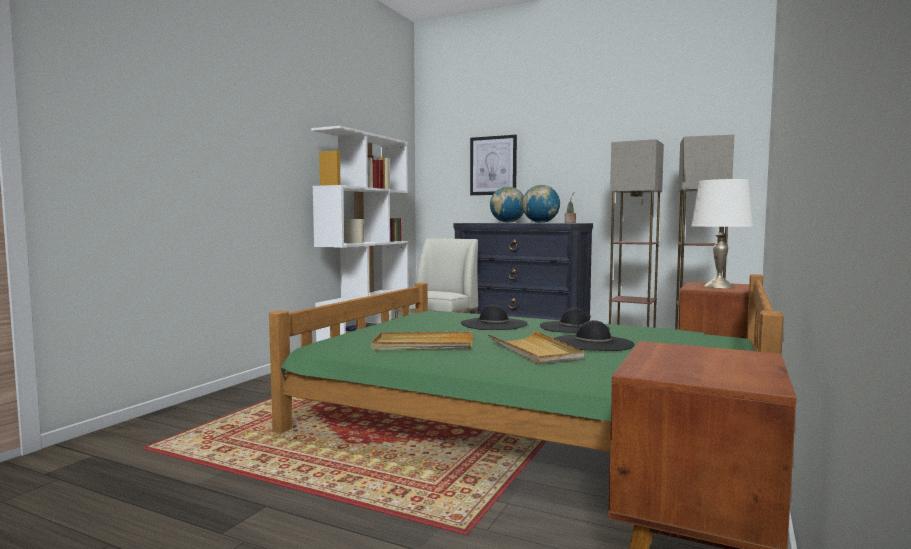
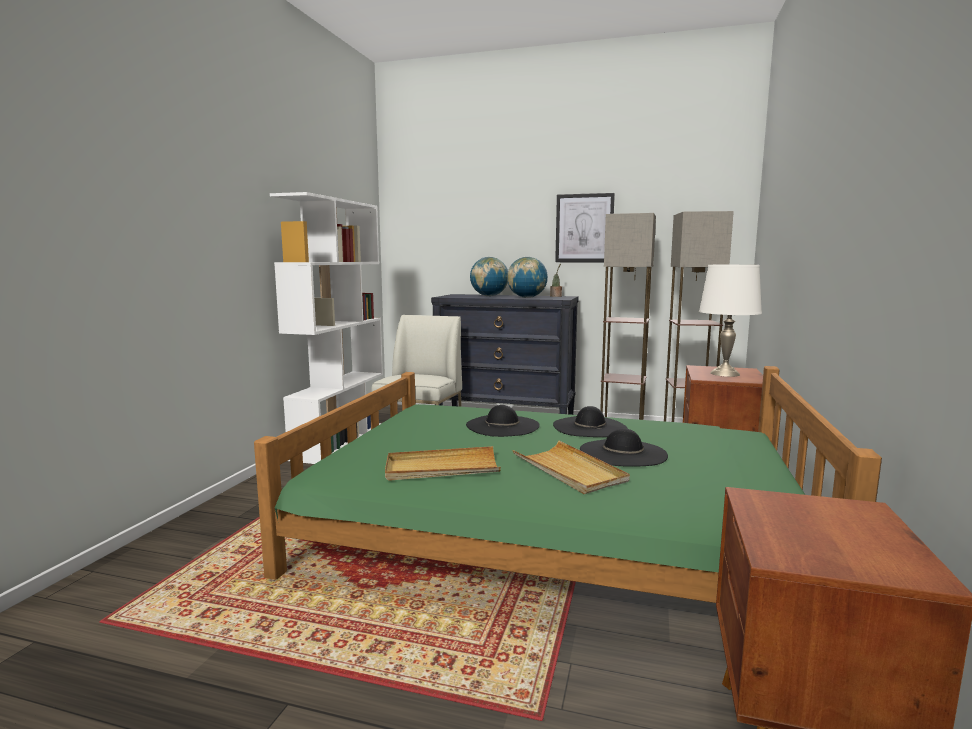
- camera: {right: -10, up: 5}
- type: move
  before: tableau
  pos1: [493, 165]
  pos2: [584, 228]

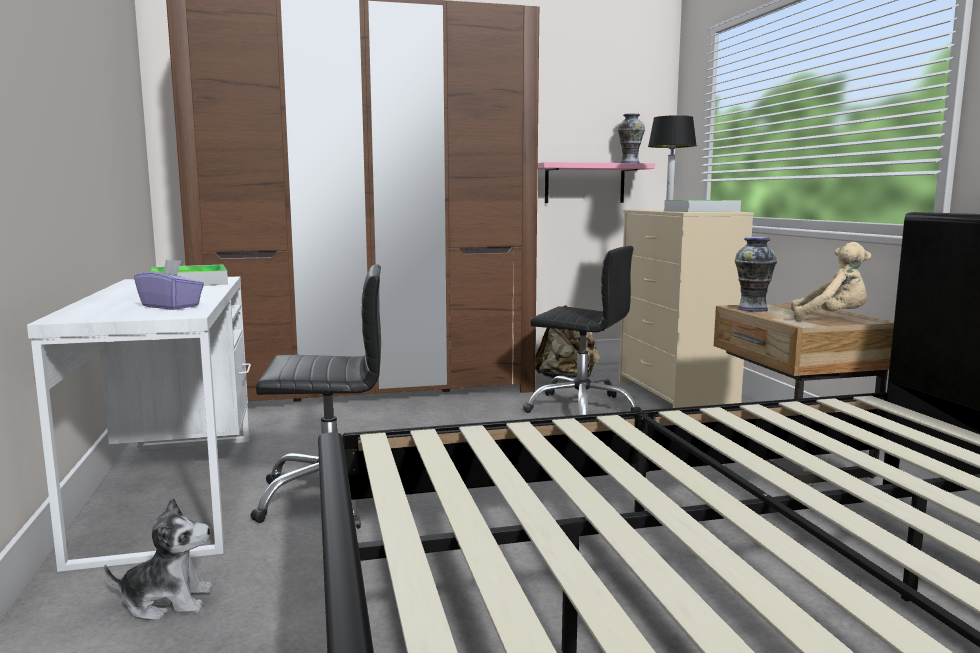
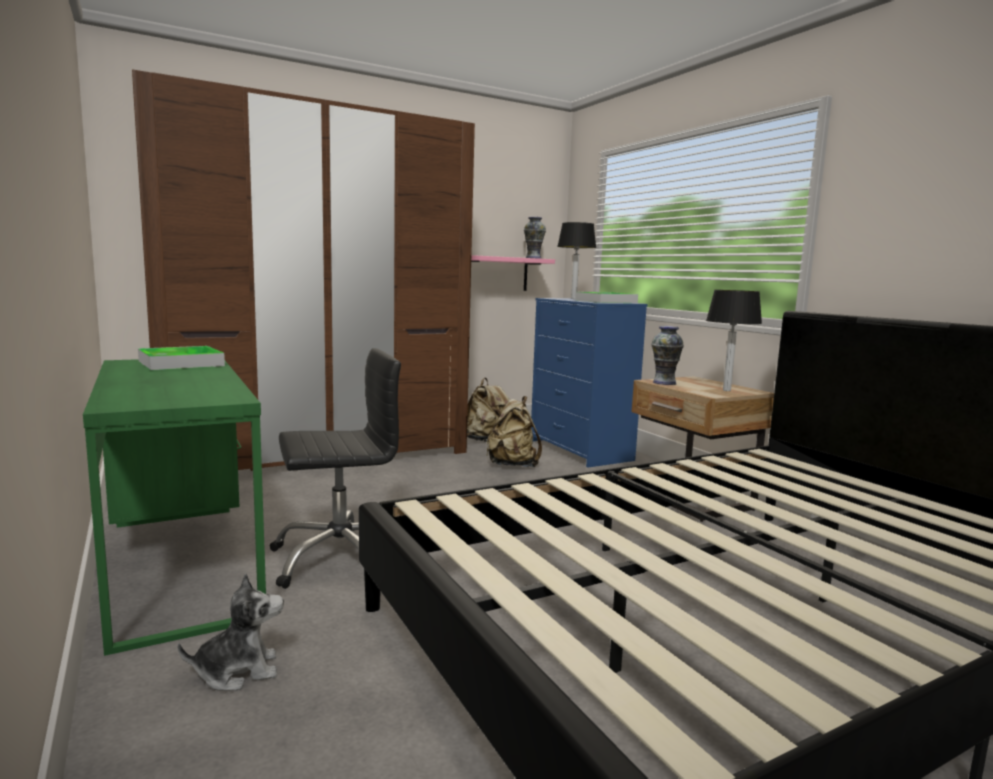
- camera: {right: -15, up: 0}
- type: recolor
  before: bureau [blanc]
  after: bureau [vert]
  pos1: [175, 491]
  pos2: [182, 565]
- type: replace
  before: chaise de bureau [noir]
  after: sac à dos [beige]
  pos1: [582, 408]
  pos2: [512, 465]
- type: recolor
  before: commode [beige]
  after: commode [bleu]
  pos1: [676, 395]
  pos2: [581, 450]
- type: replace
  before: peluche [beige]
  after: lampe de table
  pos1: [831, 319]
  pos2: [727, 390]
- type: delete
  before: boîte à mouchoirs [violet]
  pos1: [171, 306]

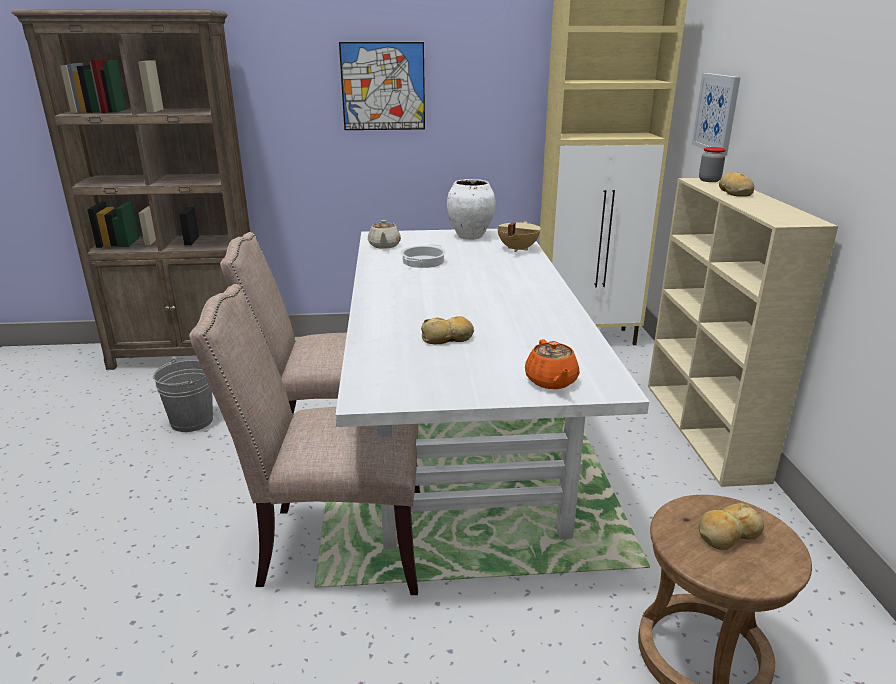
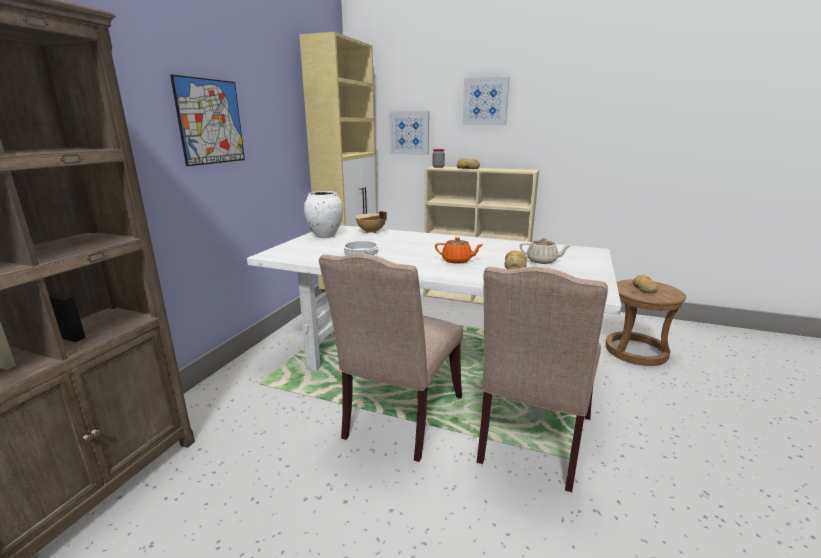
- camera: {right: -65, up: -5}
- type: move
  before: théière [orange]
  pos1: [551, 381]
  pos2: [457, 261]
- type: insert
  after: tableau
  pos2: [485, 101]
- type: move
  before: théière [beige]
  pos1: [384, 246]
  pos2: [542, 261]
- type: delete
  before: seau [gris]
  pos1: [192, 421]

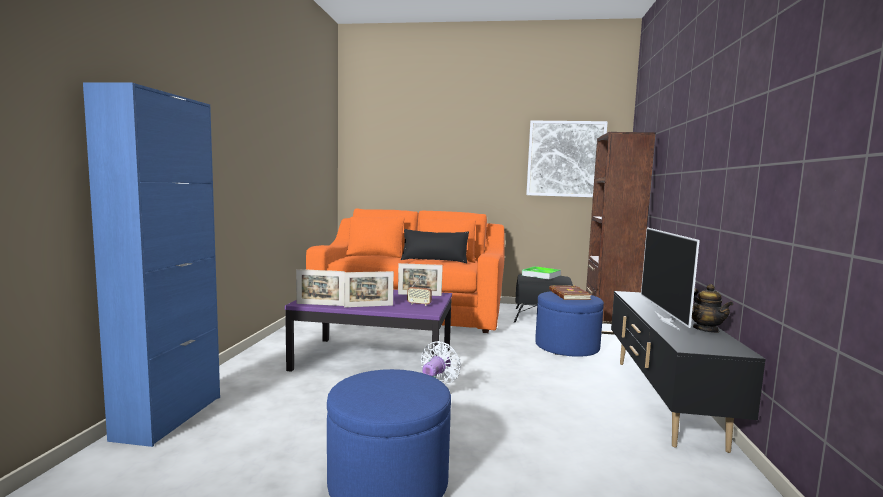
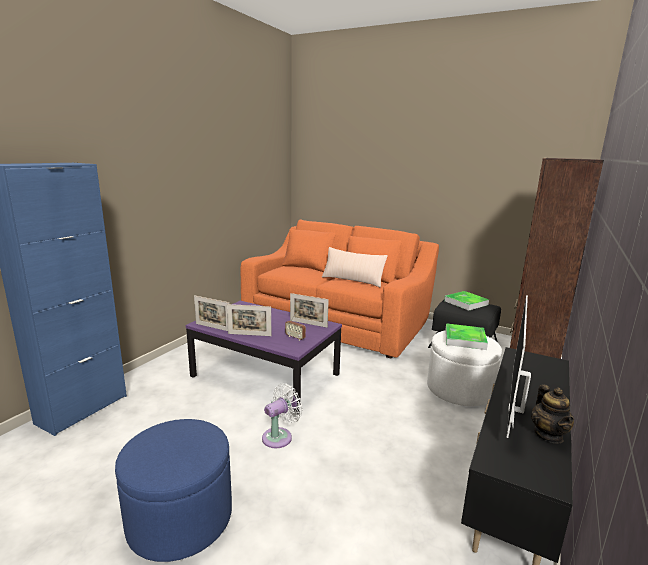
- camera: {right: 20, up: 10}
- type: recolor
  before: coussin [noir]
  after: coussin [beige]
  pos1: [434, 260]
  pos2: [353, 280]
- type: recolor
  before: pouf [bleu]
  after: pouf [blanc]
  pos1: [567, 347]
  pos2: [459, 389]
- type: replace
  before: livre [marron]
  after: plateau
  pos1: [568, 295]
  pos2: [465, 339]
- type: delete
  before: tableau
  pos1: [565, 159]

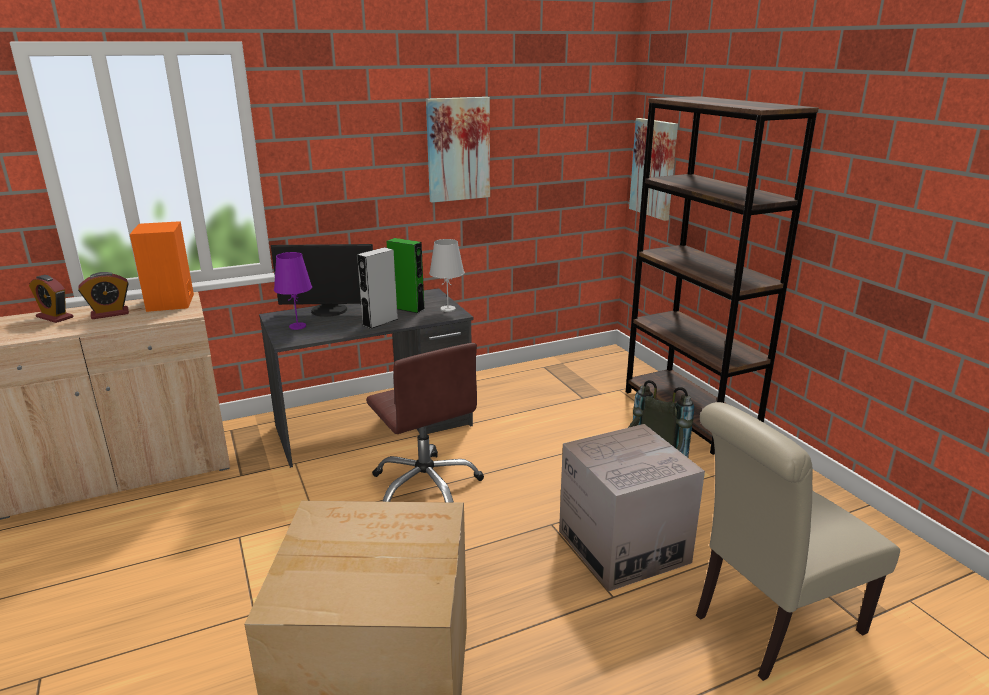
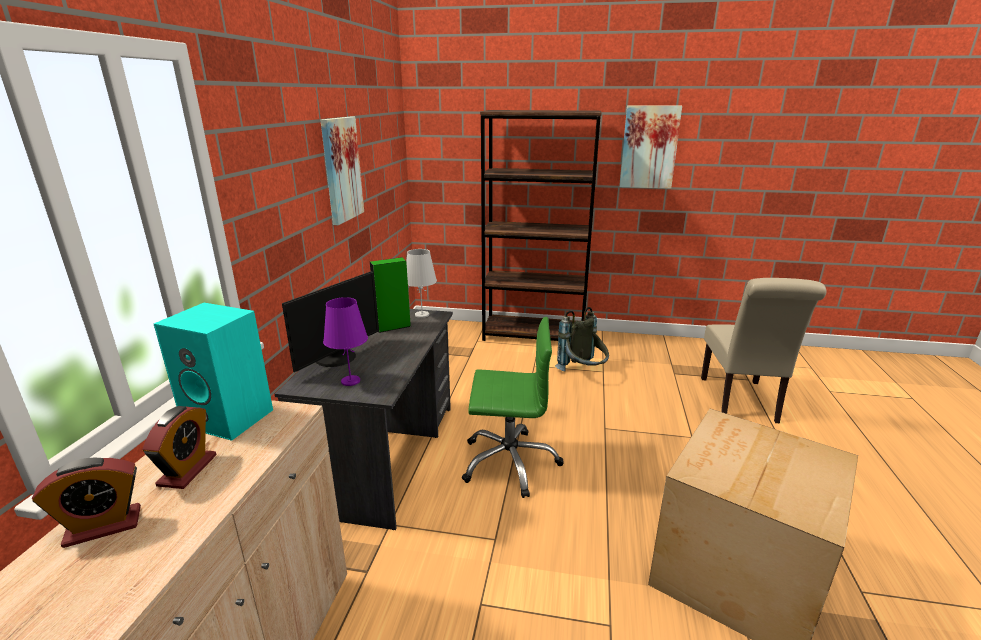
- camera: {right: -55, up: 0}
- type: recolor
  before: enceinte [orange]
  after: enceinte [turquoise]
  pos1: [171, 303]
  pos2: [231, 417]
- type: recolor
  before: chaise de bureau [marron]
  after: chaise de bureau [vert]
  pos1: [426, 486]
  pos2: [509, 462]
- type: move
  before: tableau
  pos1: [654, 168]
  pos2: [649, 147]
- type: delete
  before: enceinte [gris]
  pos1: [380, 322]
- type: delete
  before: carton
  pos1: [623, 546]

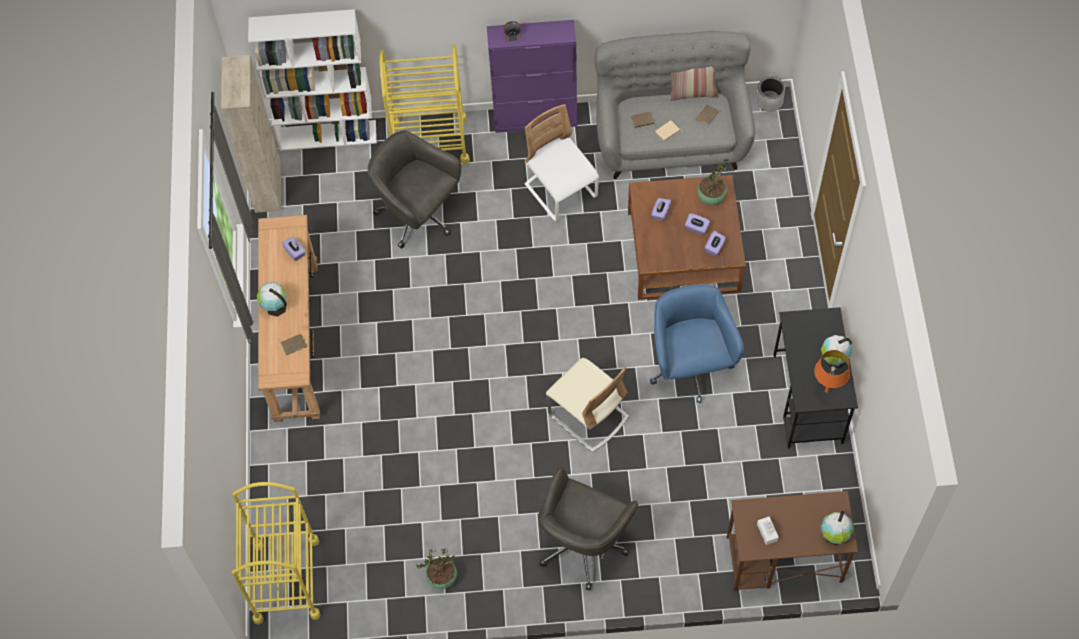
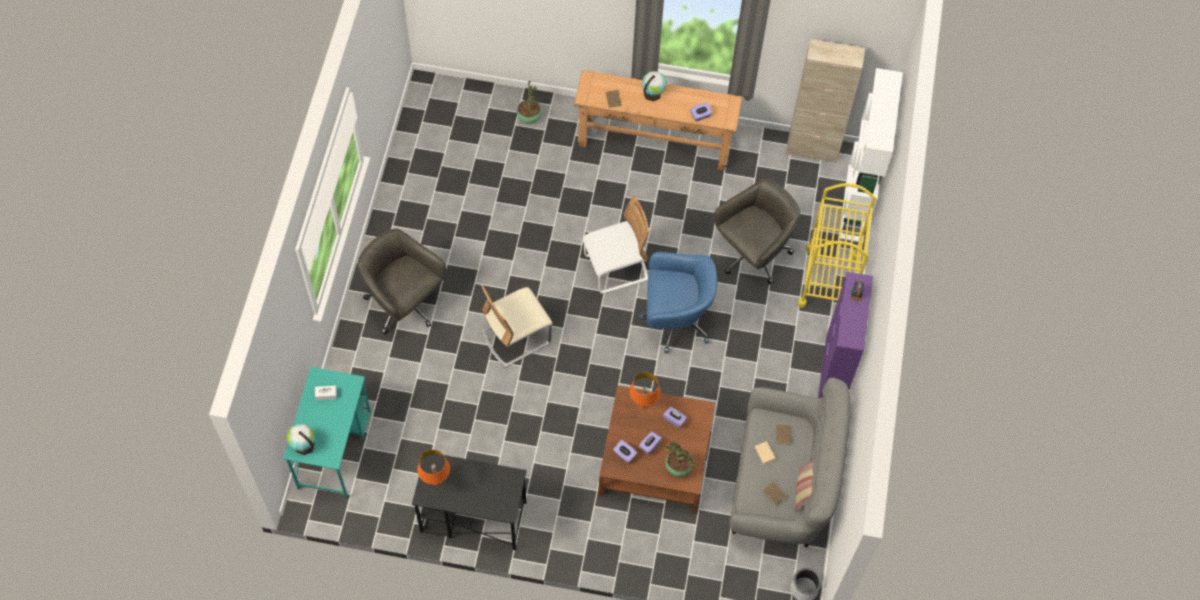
- camera: {right: 100, up: 0}
- type: recolor
  before: bureau [marron]
  after: bureau [turquoise]
  pos1: [783, 559]
  pos2: [334, 449]
- type: move
  before: plante en pot
  pos1: [441, 579]
  pos2: [529, 117]
- type: move
  before: chaise [blanc]
  pos1: [561, 191]
  pos2: [616, 268]
- type: insert
  after: lampe de table [orange]
  pos2: [643, 407]
- type: move
  before: chaise de bureau [bleu]
  pos1: [689, 367]
  pos2: [675, 320]
- type: delete
  before: chariot [jaune]
  pos1: [286, 580]
- type: delete
  before: globe
  pos1: [834, 359]

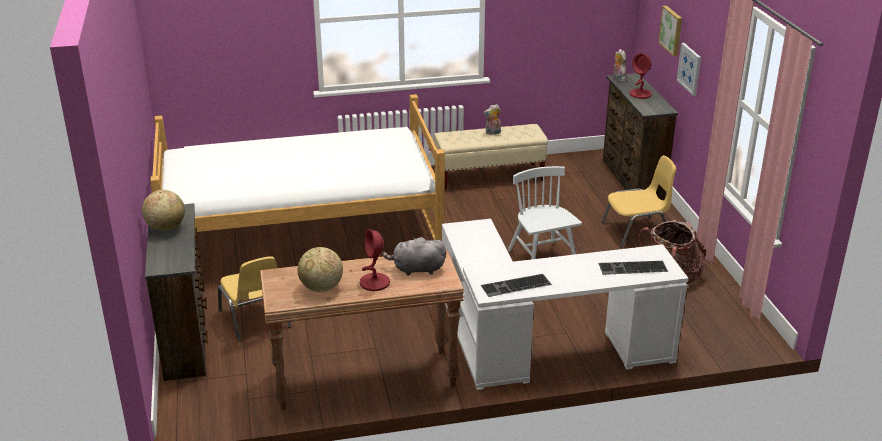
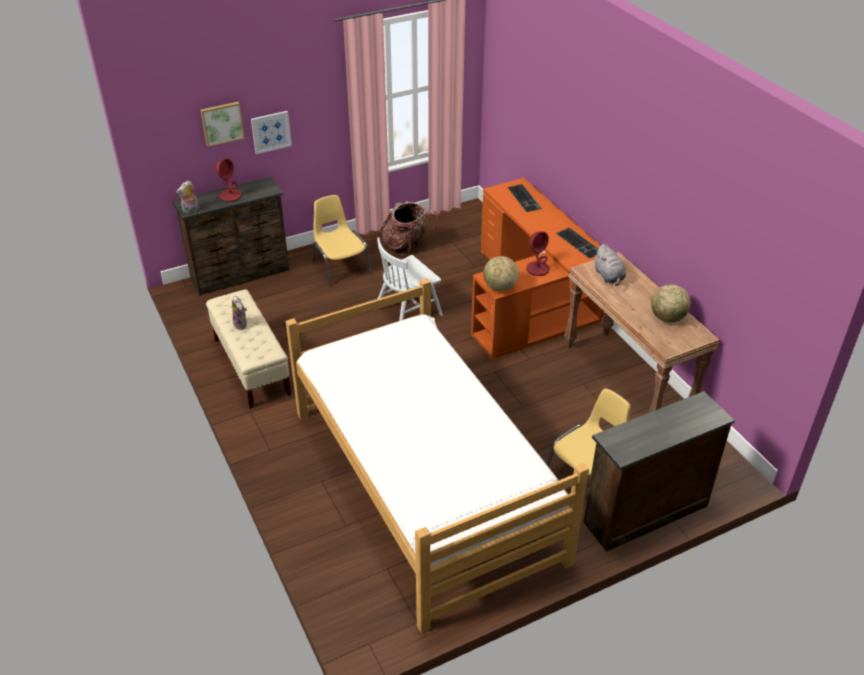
- camera: {right: -105, up: 10}
- type: recolor
  before: bureau [blanc]
  after: bureau [orange]
  pos1: [539, 345]
  pos2: [532, 299]
- type: move
  before: globe
  pos1: [166, 228]
  pos2: [499, 287]
- type: move
  before: lampe de table [rouge]
  pos1: [375, 282]
  pos2: [538, 269]

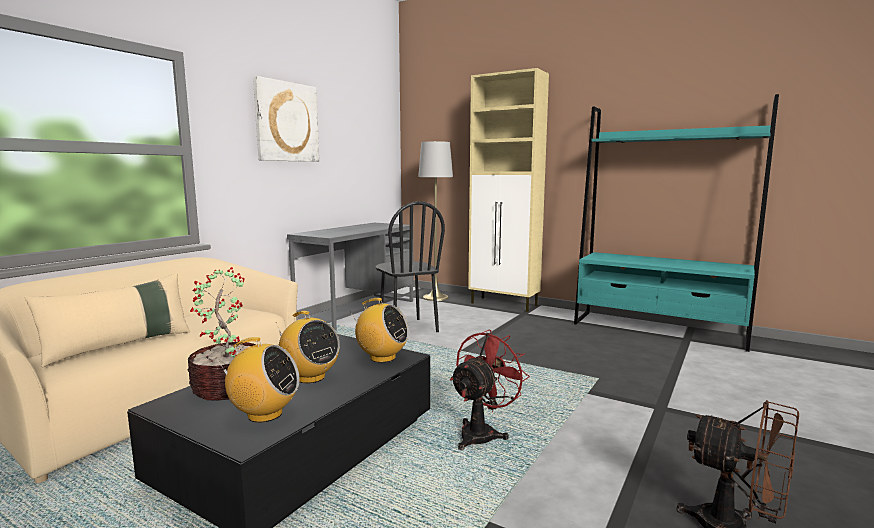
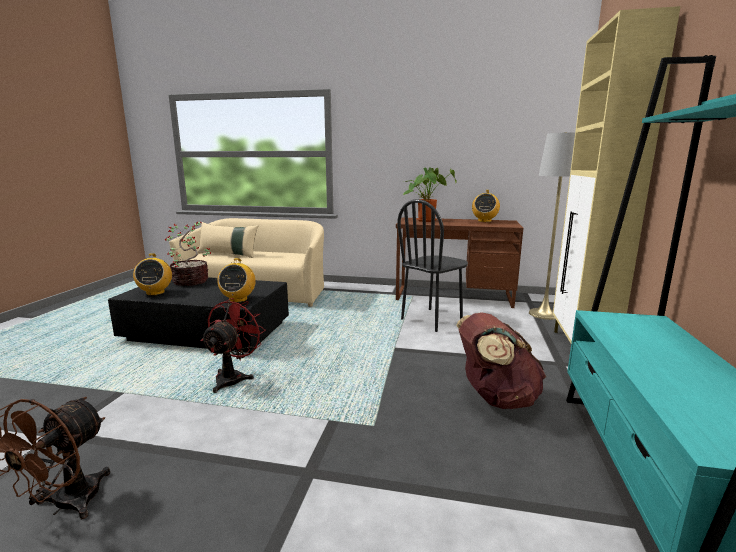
- camera: {right: 70, up: 5}
- type: rotate
  before: ventilateur [rouge]
  pos1: [482, 433]
  pos2: [233, 377]
  turn: -90
- type: recolor
  before: bureau [gris]
  after: bureau [marron]
  pos1: [358, 311]
  pos2: [454, 296]
- type: insert
  after: plante en pot
  pos2: [427, 220]
- type: insert
  after: sac à dos [marron]
  pos2: [495, 398]
- type: move
  before: radio
  pos1: [310, 377]
  pos2: [484, 221]
- type: delete
  before: tableau
  pos1: [286, 122]

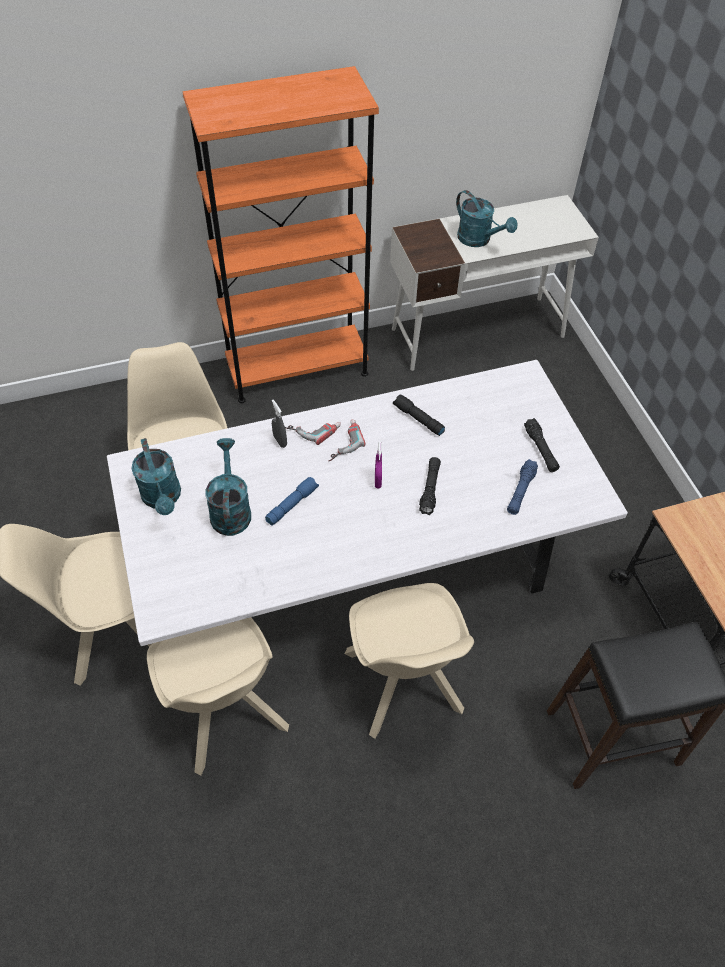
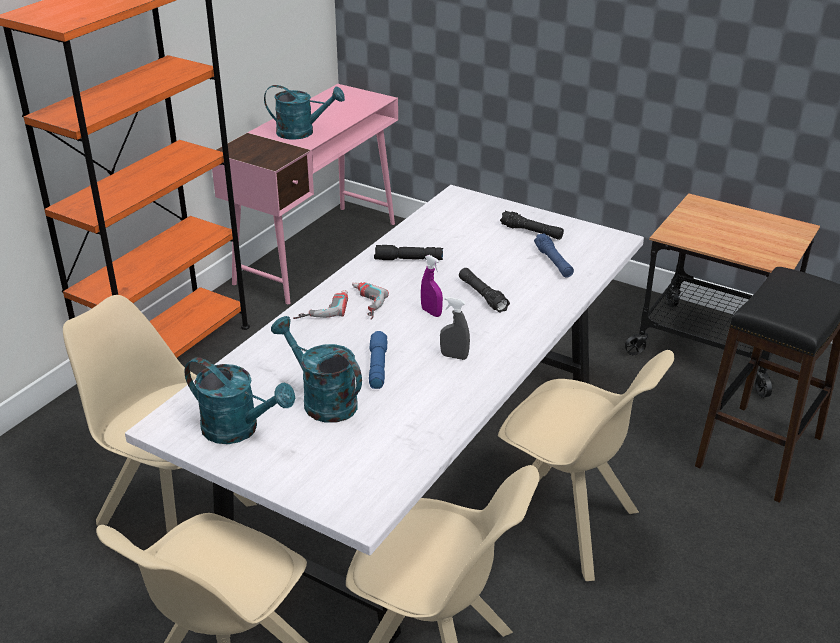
- camera: {right: -40, up: -20}
- type: recolor
  before: bureau [blanc]
  after: bureau [rose]
  pos1: [478, 332]
  pos2: [317, 252]
- type: move
  before: vaporisateur [gris]
  pos1: [280, 441]
  pos2: [454, 356]

